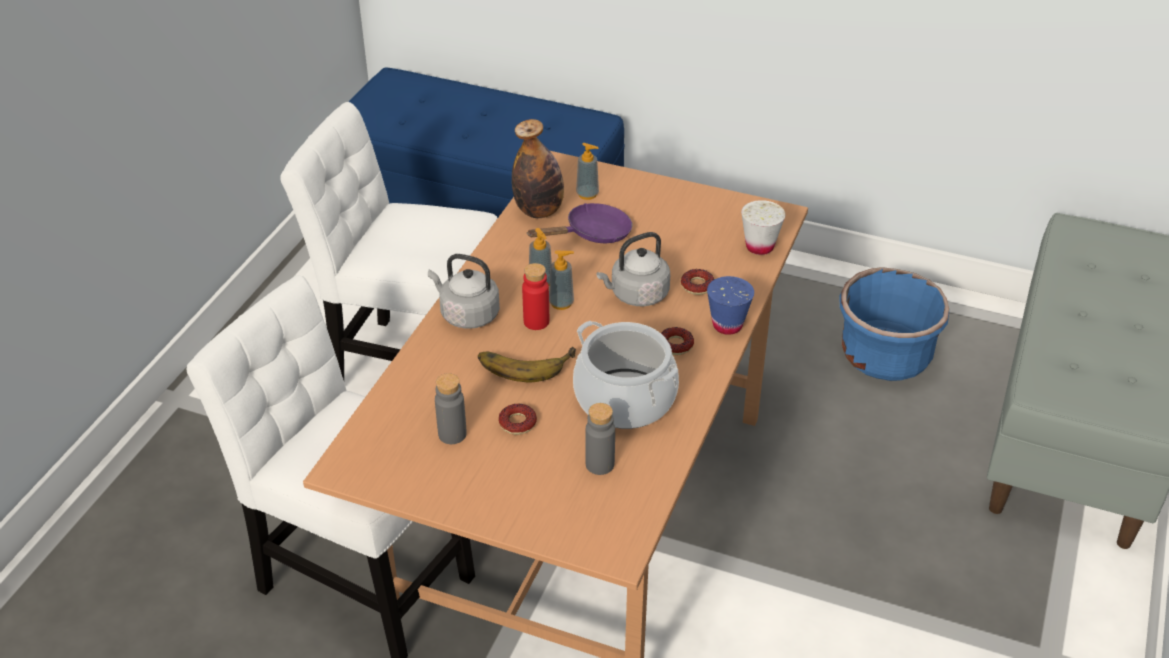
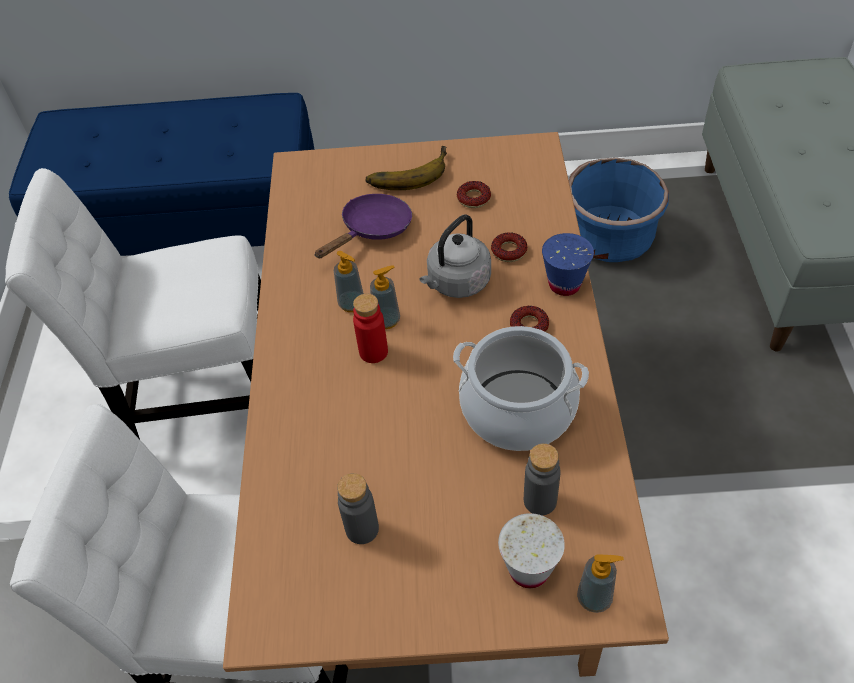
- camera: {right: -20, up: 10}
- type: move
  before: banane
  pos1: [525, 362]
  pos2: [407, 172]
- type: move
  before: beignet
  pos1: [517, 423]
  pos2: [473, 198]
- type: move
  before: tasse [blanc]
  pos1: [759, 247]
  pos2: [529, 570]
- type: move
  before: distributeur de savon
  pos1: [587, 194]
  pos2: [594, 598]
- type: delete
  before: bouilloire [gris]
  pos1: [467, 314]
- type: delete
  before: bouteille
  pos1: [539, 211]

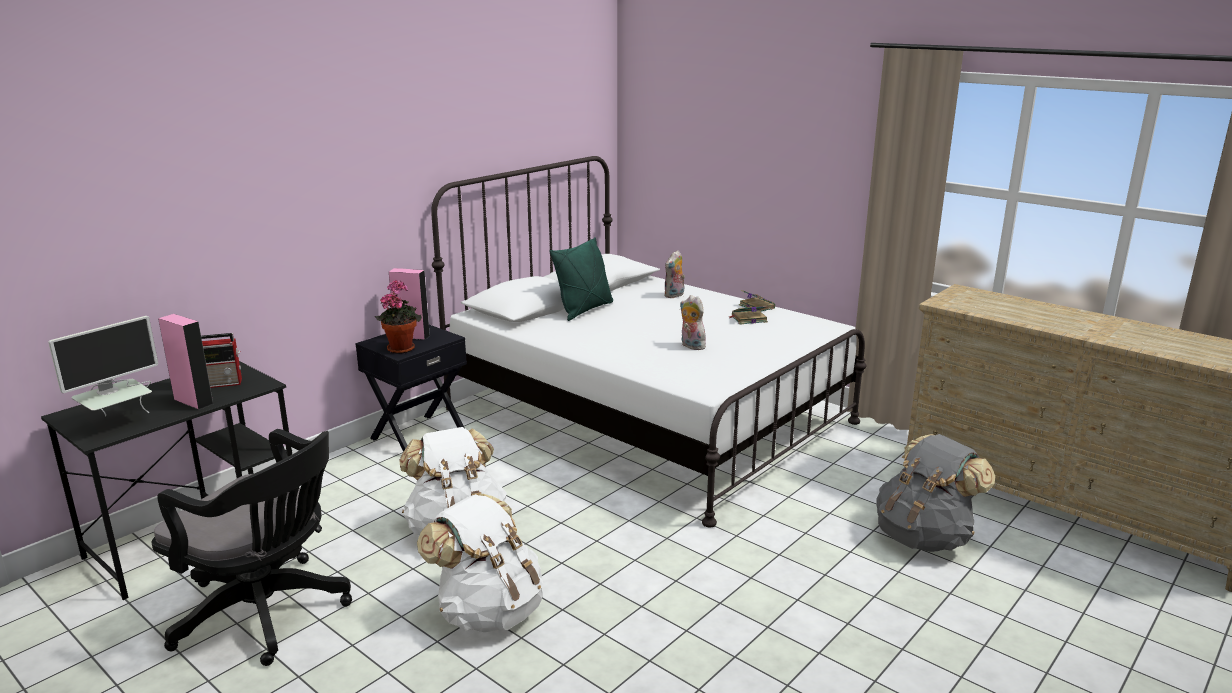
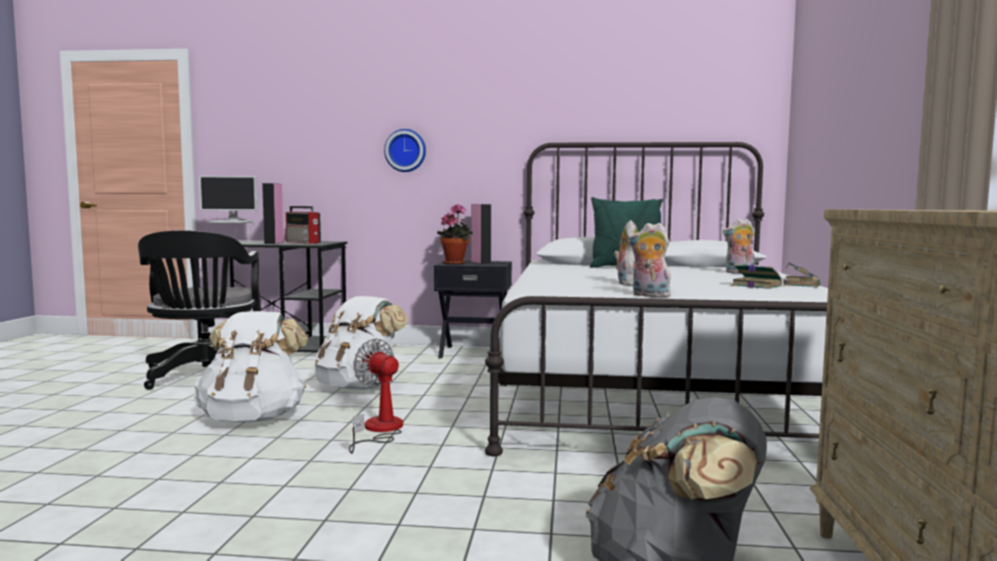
- camera: {right: 55, up: -15}
- type: insert
  after: ventilateur
  pos2: [379, 430]
- type: insert
  after: horloge murale
  pos2: [406, 150]
- type: insert
  after: peluche
  pos2: [649, 296]

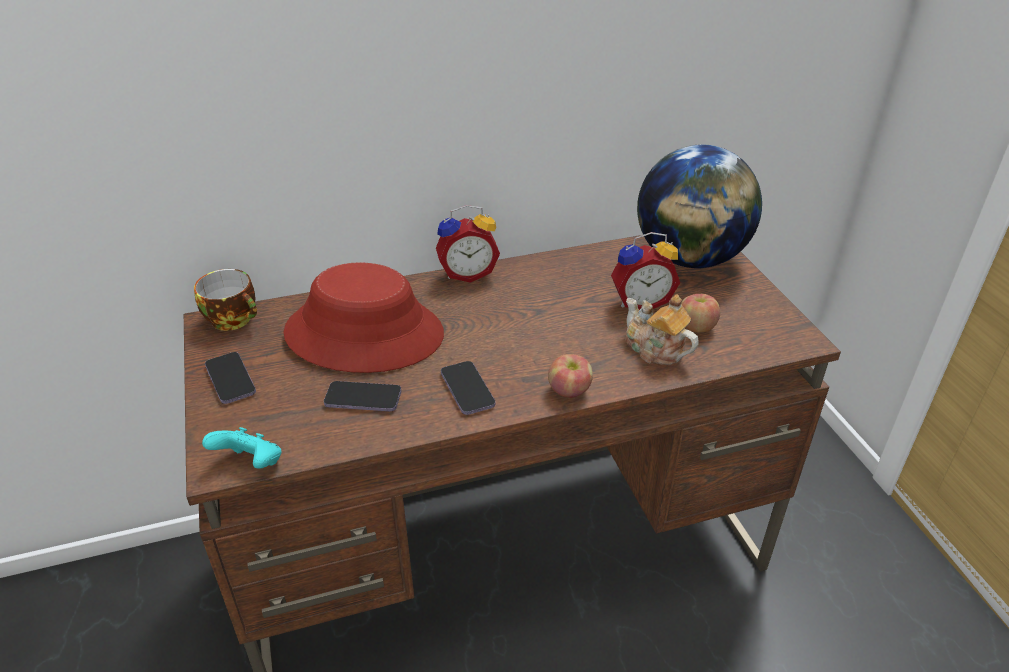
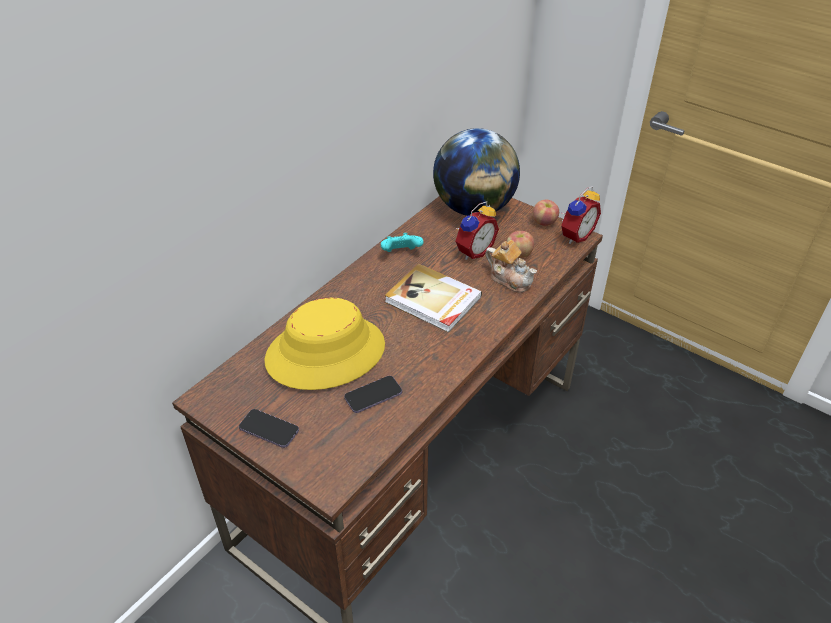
- camera: {right: -35, up: 5}
- type: recolor
  before: chapeau [rouge]
  after: chapeau [jaune]
  pos1: [365, 334]
  pos2: [325, 352]
- type: move
  before: manette [turquoise]
  pos1: [251, 464]
  pos2: [401, 253]
- type: insert
  after: livre
  pos2: [433, 301]
- type: rotate
  before: théière
  pos1: [655, 349]
  pos2: [510, 279]
  turn: -150
- type: move
  before: pomme
  pos1: [569, 391]
  pos2: [544, 222]
- type: move
  before: réveil
  pos1: [467, 273]
  pos2: [575, 235]
- type: delete
  before: tasse
  pos1: [235, 319]
- type: delete
  before: téléphone
  pos1: [467, 389]

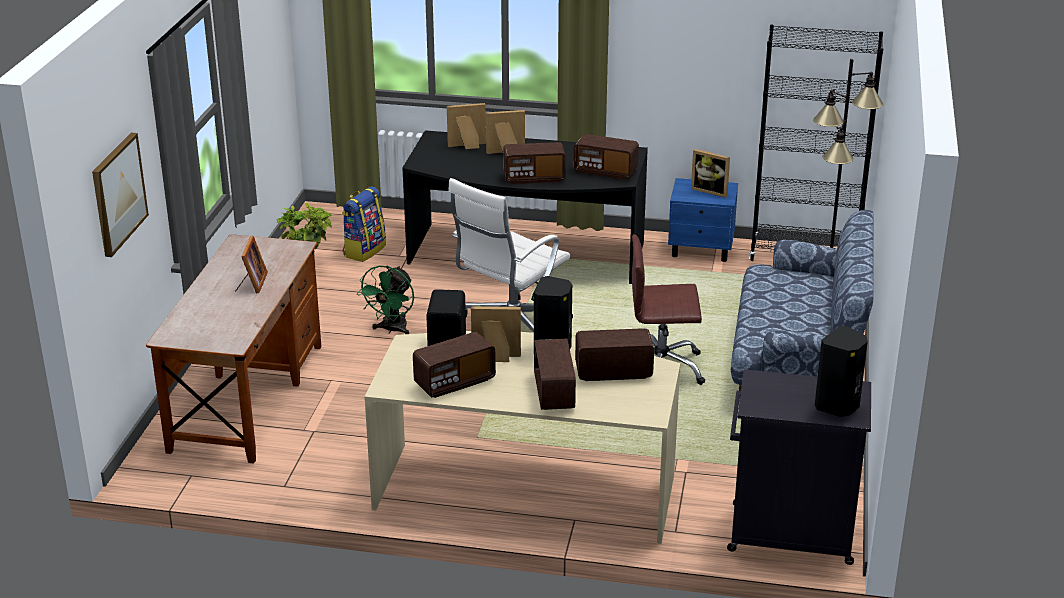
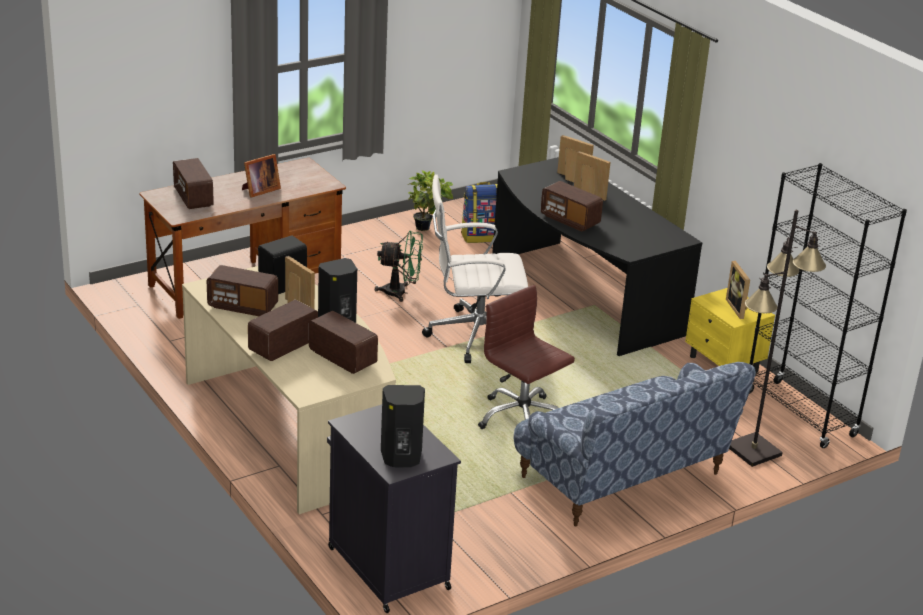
- camera: {right: 45, up: 0}
- type: move
  before: radio
  pos1: [605, 171]
  pos2: [193, 198]
- type: rotate
  before: ventilateur [vert]
  pos1: [392, 330]
  pos2: [401, 293]
  turn: -150
- type: recolor
  before: table de chevet [bleu]
  after: table de chevet [jaune]
  pos1: [702, 249]
  pos2: [724, 364]
- type: delete
  before: tableau
  pos1: [118, 193]

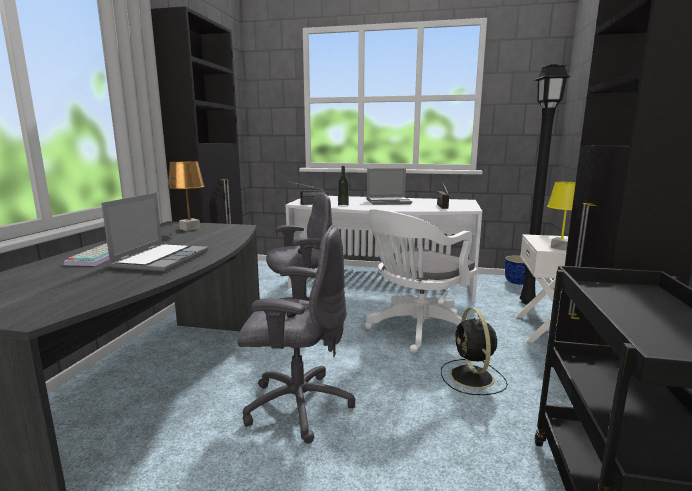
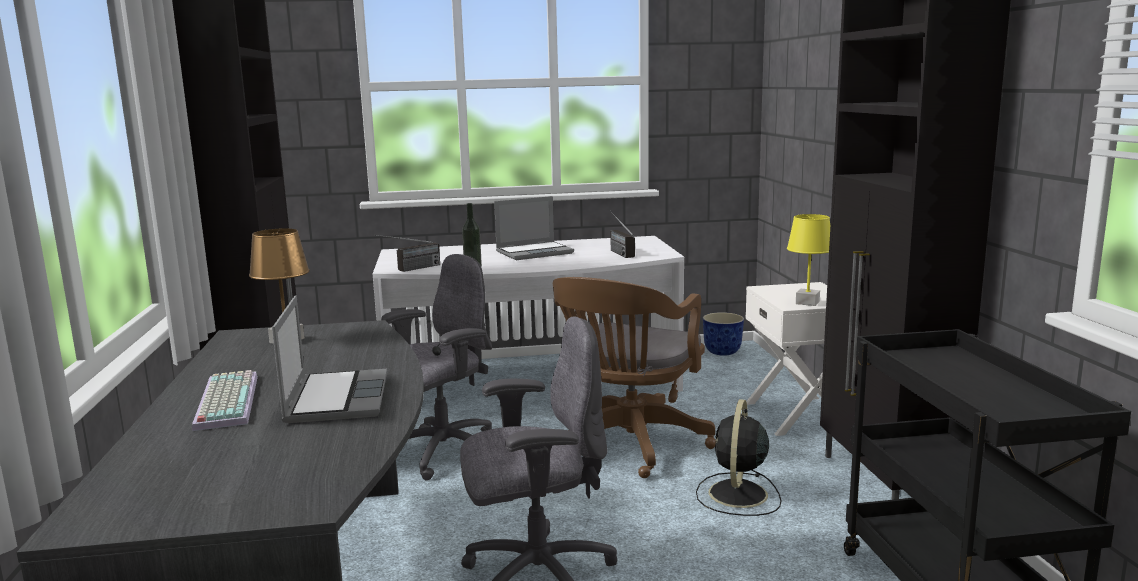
- camera: {right: -20, up: 0}
- type: recolor
  before: chaise de bureau [blanc]
  after: chaise de bureau [marron]
  pos1: [416, 330]
  pos2: [628, 445]
- type: rotate
  before: ventilateur [noir]
  pos1: [472, 378]
  pos2: [737, 495]
  turn: 45
- type: delete
  before: lampadaire [noir]
  pos1: [527, 302]

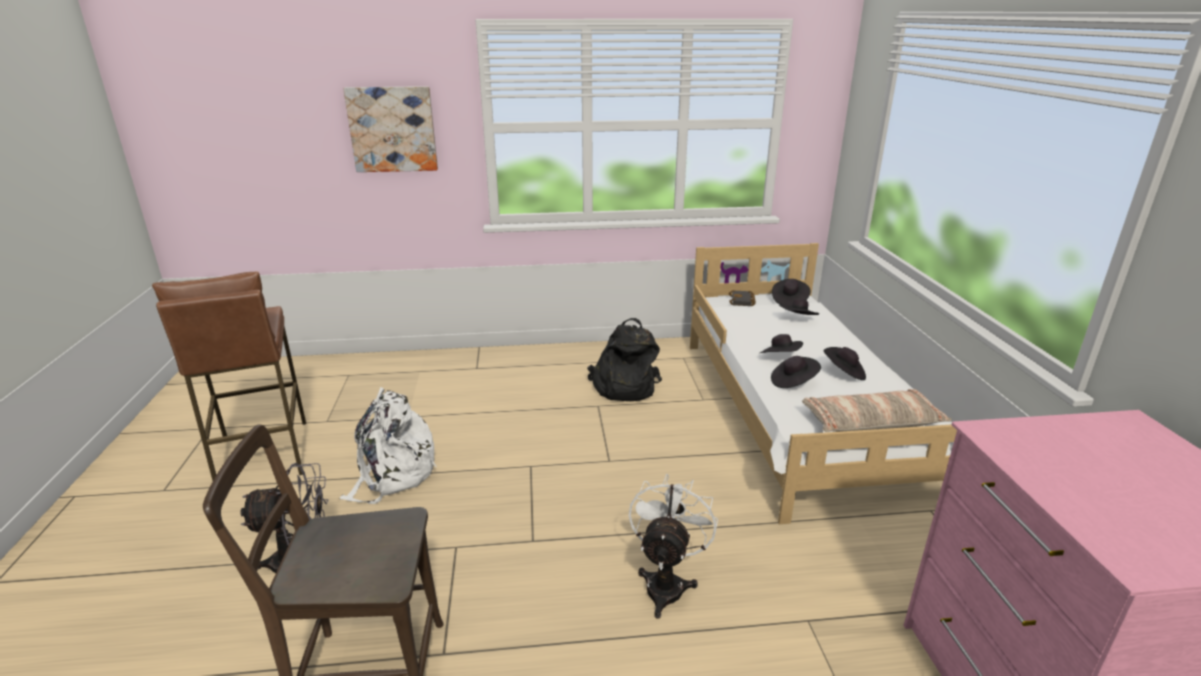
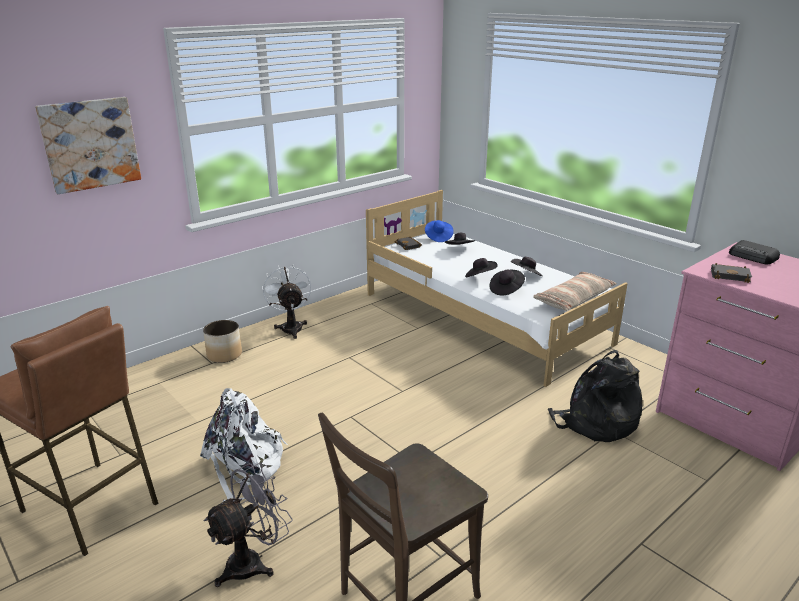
- camera: {right: -35, up: 0}
- type: insert
  after: cache-pot
  pos2: [224, 355]
- type: move
  before: ventilateur [blanc]
  pos1: [666, 583]
  pos2: [291, 327]
- type: recolor
  before: chapeau [noir]
  after: chapeau [bleu]
  pos1: [789, 300]
  pos2: [438, 237]
- type: move
  before: sac à dos [noir]
  pos1: [623, 387]
  pos2: [595, 423]
- type: insert
  after: livre [noir]
  pos2: [731, 276]
- type: insert
  after: radio
  pos2: [753, 257]

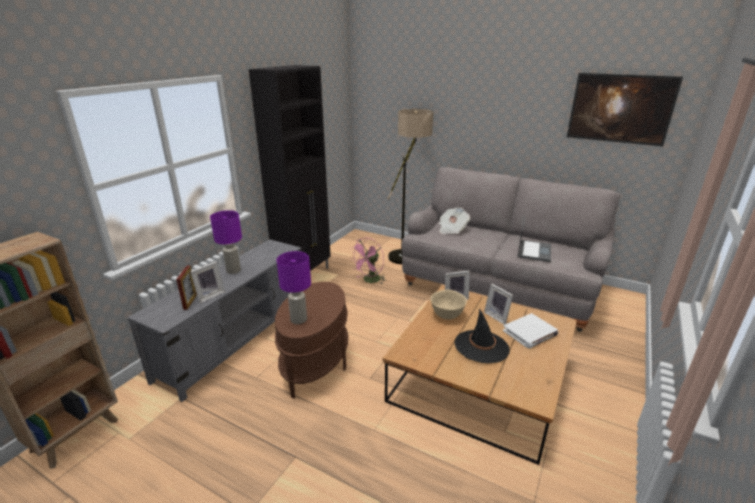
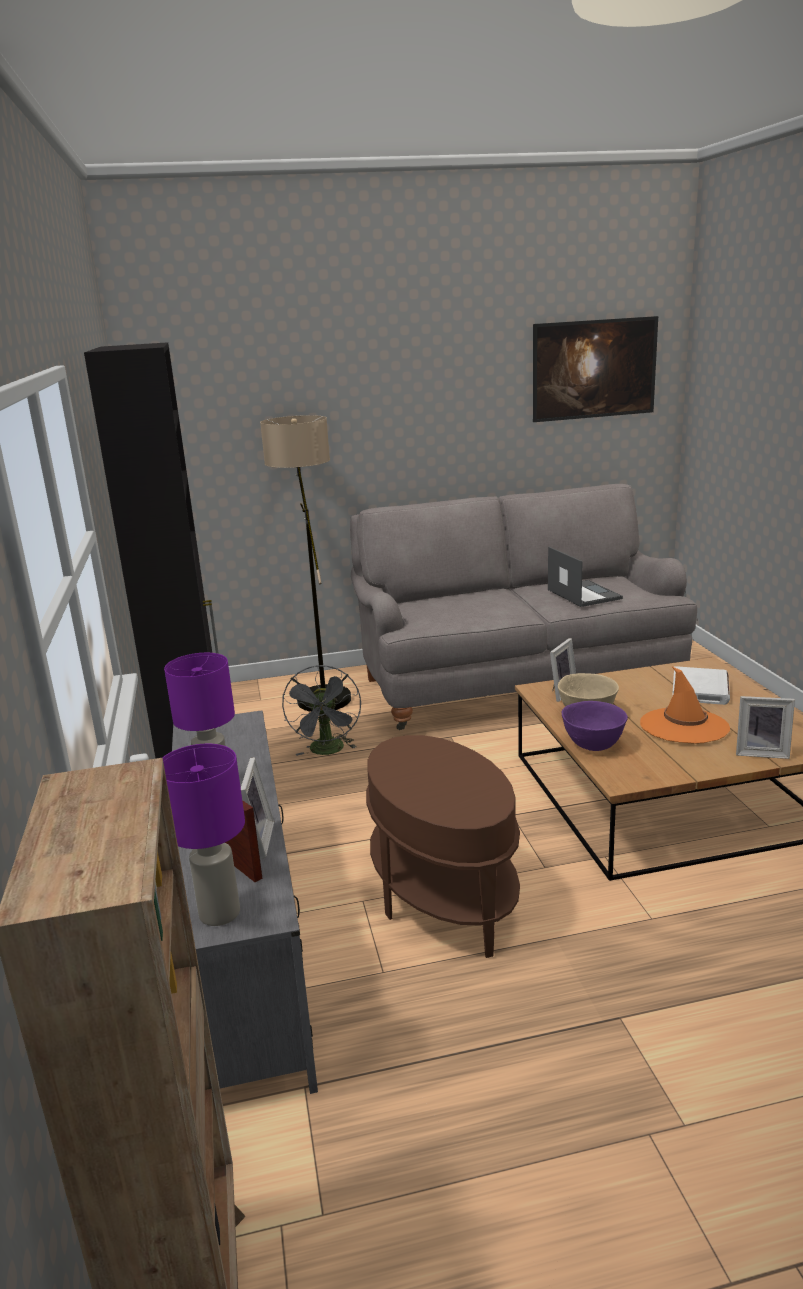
- camera: {right: -40, up: -5}
- type: move
  before: lampe de table [violet]
  pos1: [298, 320]
  pos2: [219, 914]
- type: recolor
  before: ventilateur [rose]
  after: ventilateur [gris]
  pos1: [369, 280]
  pos2: [328, 751]
- type: insert
  after: bol [violet]
  pos2: [592, 744]
- type: recolor
  before: chapeau [noir]
  after: chapeau [orange]
  pos1: [481, 346]
  pos2: [684, 726]
- type: move
  before: cadre photo
  pos1: [497, 316]
  pos2: [761, 752]
- type: delete
  before: journal
  pos1: [452, 229]

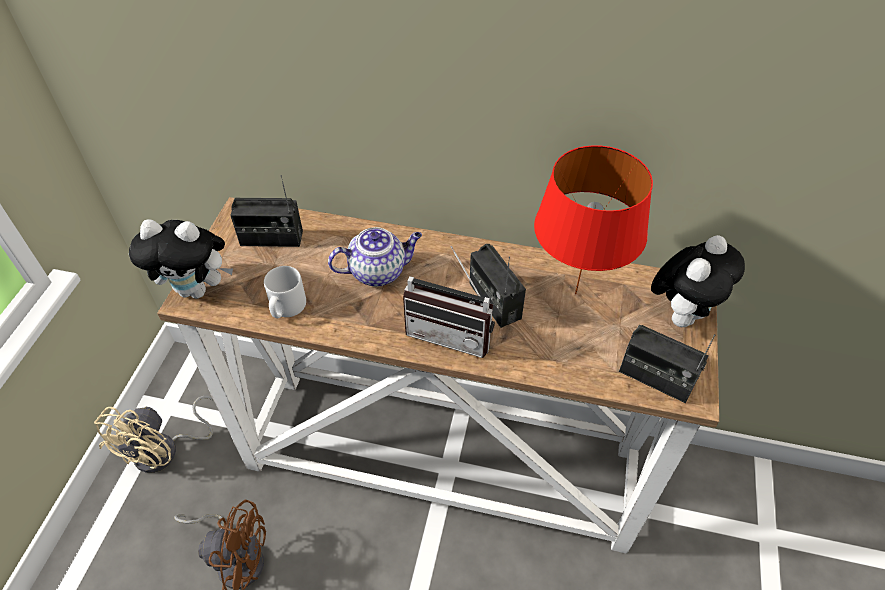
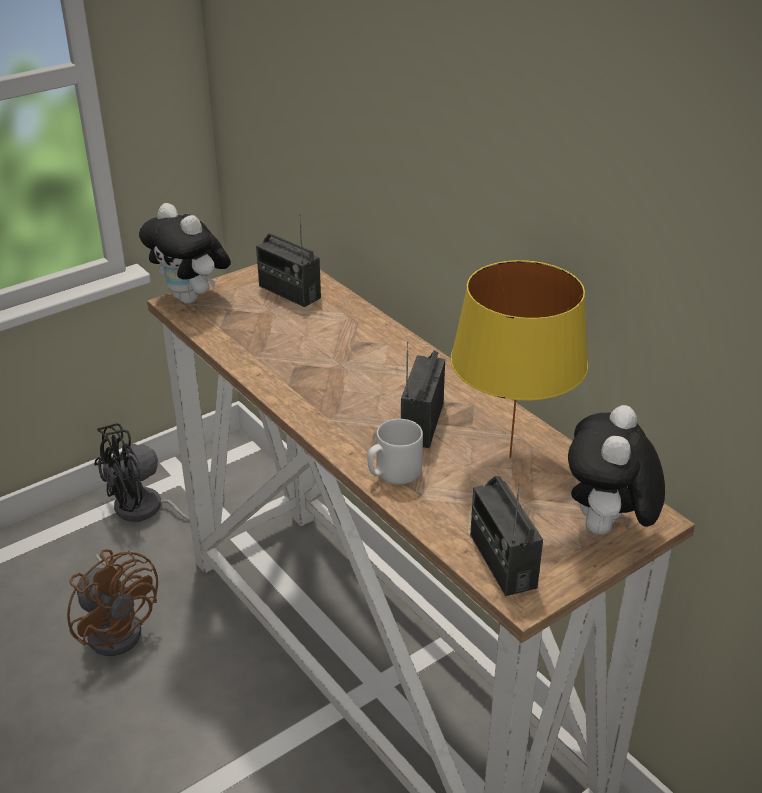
- camera: {right: 40, up: -15}
- type: recolor
  before: ventilateur [beige]
  after: ventilateur [noir]
  pos1: [166, 451]
  pos2: [149, 509]
- type: move
  before: mug [gris]
  pos1: [286, 308]
  pos2: [393, 473]
- type: recolor
  before: lampe de table [rouge]
  after: lampe de table [jaune]
  pos1: [575, 293]
  pos2: [511, 456]
- type: rotate
  before: peluche
  pos1: [682, 313]
  pos2: [606, 530]
  turn: 120
- type: delete
  before: théière
  pos1: [378, 271]
- type: delete
  before: radio
  pos1: [452, 332]

